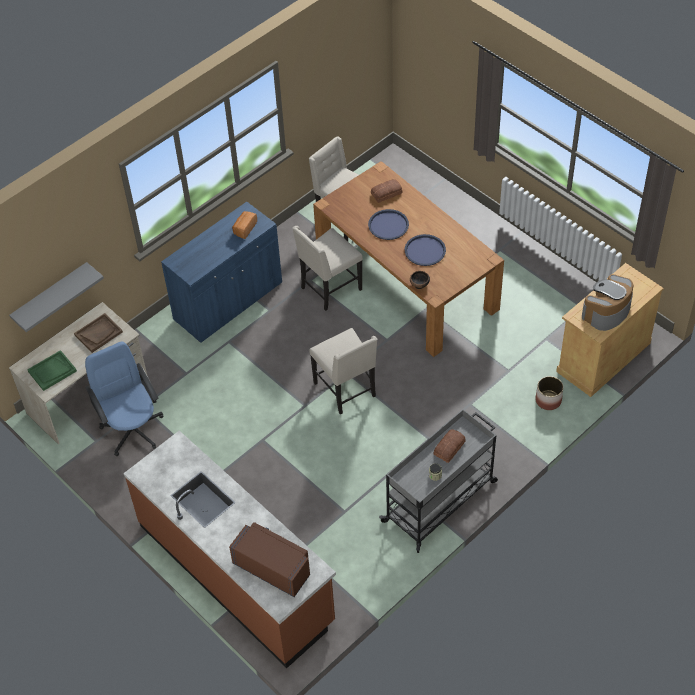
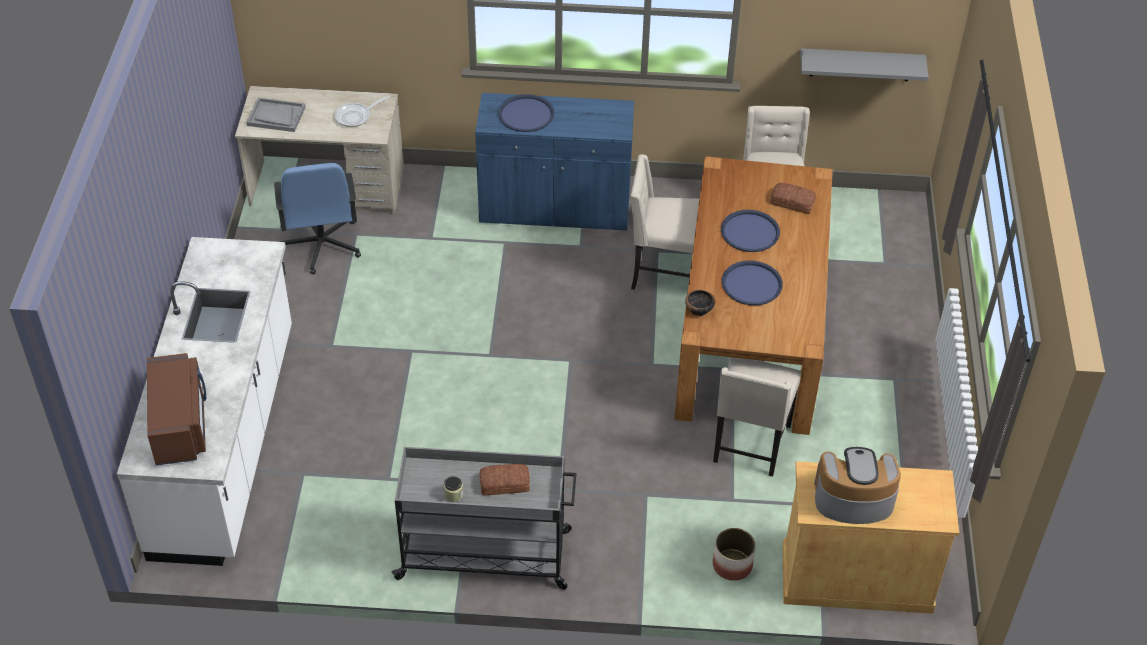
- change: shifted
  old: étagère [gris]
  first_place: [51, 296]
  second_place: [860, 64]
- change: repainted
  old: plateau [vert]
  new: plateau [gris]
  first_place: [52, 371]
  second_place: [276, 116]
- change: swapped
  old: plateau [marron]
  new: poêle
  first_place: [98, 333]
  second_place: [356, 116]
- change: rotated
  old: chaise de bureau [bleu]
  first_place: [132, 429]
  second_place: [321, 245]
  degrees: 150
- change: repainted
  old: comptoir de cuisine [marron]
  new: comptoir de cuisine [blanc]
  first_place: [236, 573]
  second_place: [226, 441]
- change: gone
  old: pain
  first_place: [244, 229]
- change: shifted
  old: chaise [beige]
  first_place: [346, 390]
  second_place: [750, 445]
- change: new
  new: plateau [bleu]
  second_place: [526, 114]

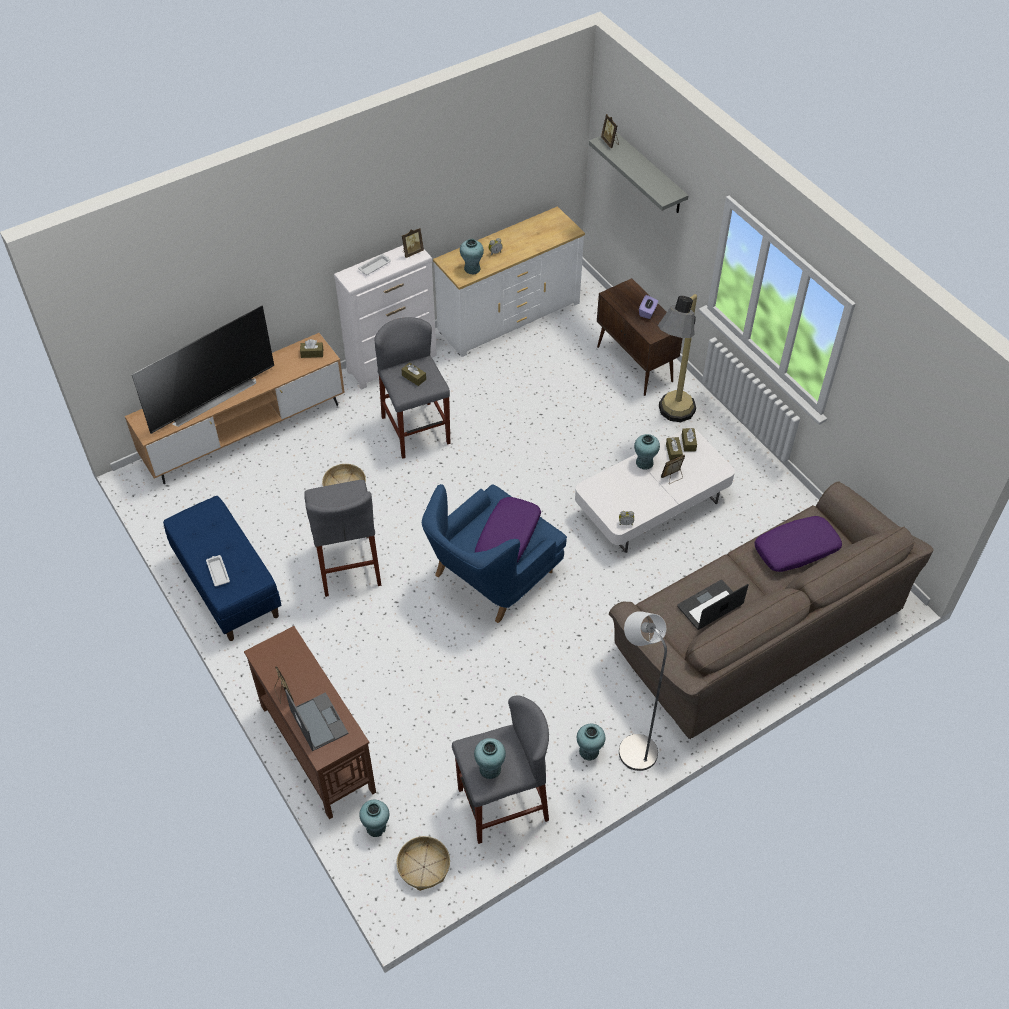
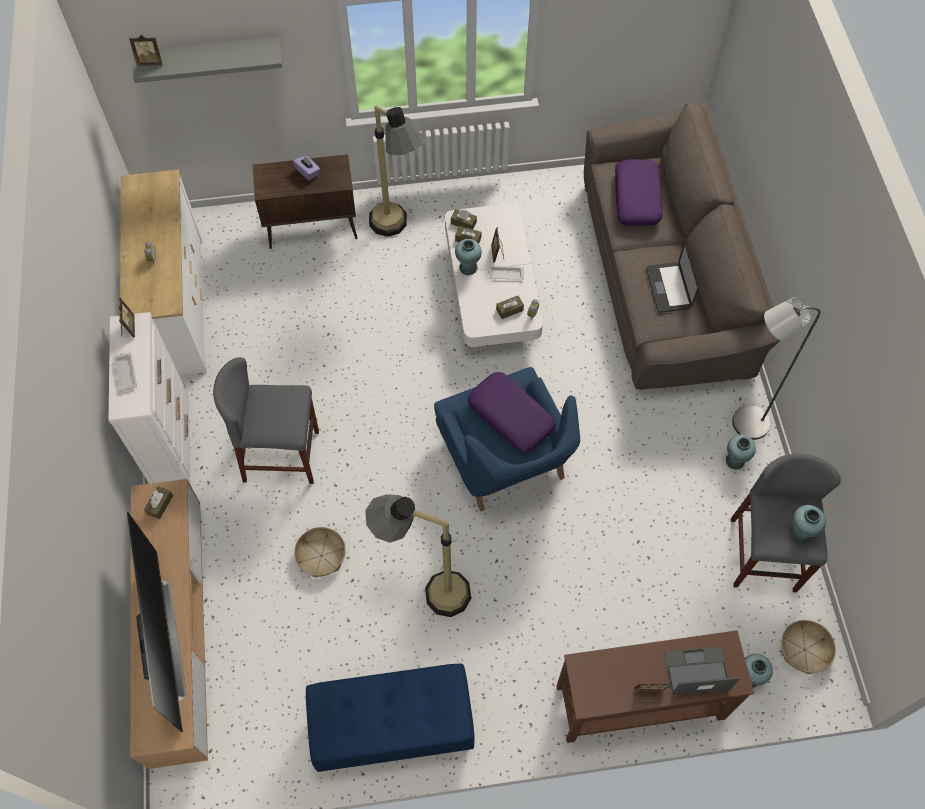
- change: shifted
  old: plateau [blanc]
  first_place: [218, 571]
  second_place: [505, 274]
- change: swapped
  old: tabouret [gris]
  new: lampadaire
  first_place: [347, 564]
  second_place: [426, 590]
- change: shifted
  old: boîte à mouchoirs [marron]
  first_place: [414, 377]
  second_place: [509, 310]
- change: gone
  old: vase [turquoise]
  first_place: [472, 269]

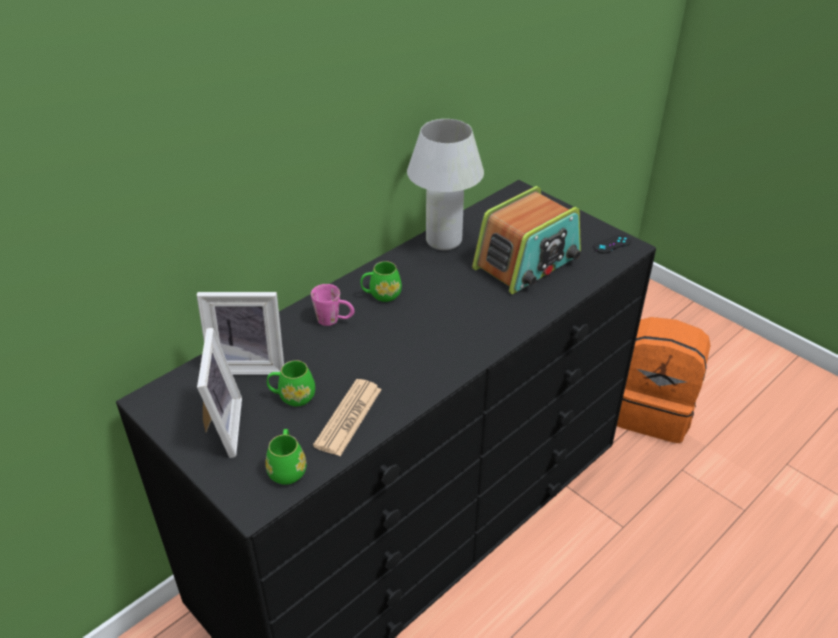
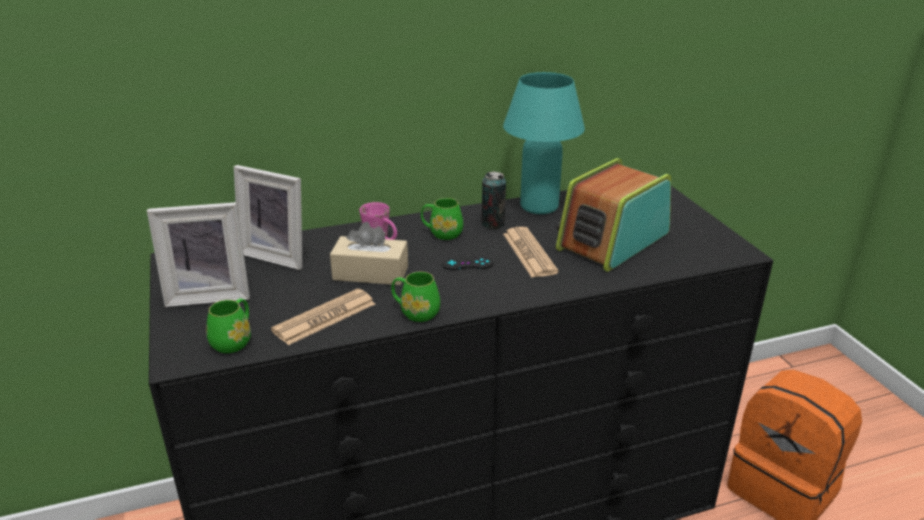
- change: rotated
  old: cadre photo
  first_place: [220, 428]
  second_place: [209, 294]
  degrees: 60
- change: shifted
  old: mug [vert]
  first_place: [292, 396]
  second_place: [415, 312]
- change: repainted
  old: lampe de table [blanc]
  new: lampe de table [turquoise]
  first_place: [443, 241]
  second_place: [539, 206]
- change: rotated
  old: radio
  first_place: [527, 262]
  second_place: [612, 241]
  degrees: 150
- change: shifted
  old: manette [noir]
  first_place: [612, 244]
  second_place: [467, 263]
- change: new
  new: boîte à mouchoirs [beige]
  second_place: [370, 273]
- change: new
  new: boîte métallique
  second_place: [493, 223]
- change: new
  new: journal
  second_place: [529, 253]

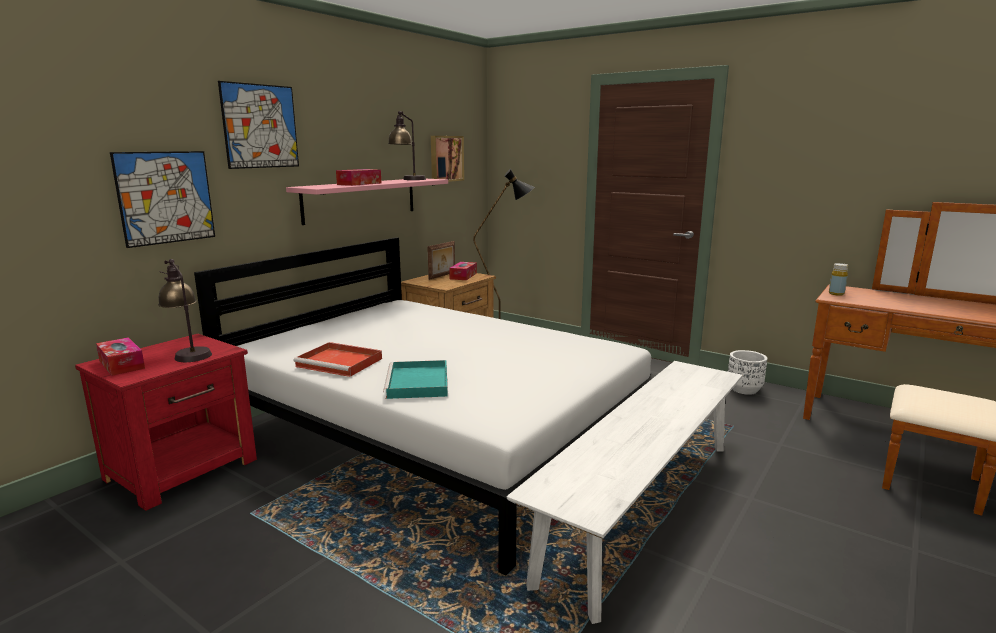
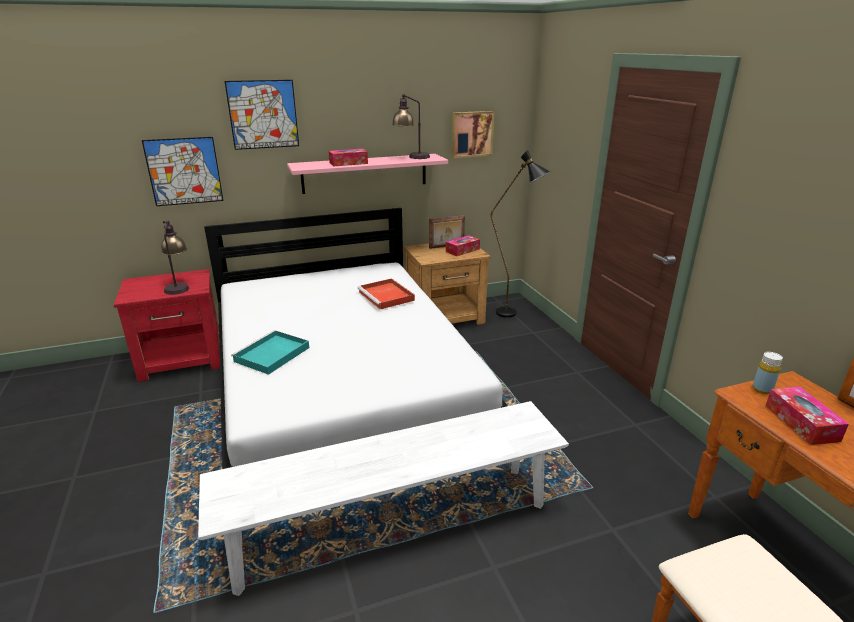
- change: shifted
  old: boîte à mouchoirs
  first_place: [121, 364]
  second_place: [801, 423]
- change: shifted
  old: plateau [rouge]
  first_place: [341, 362]
  second_place: [387, 296]
- change: gone
  old: cache-pot [blanc]
  first_place: [744, 390]

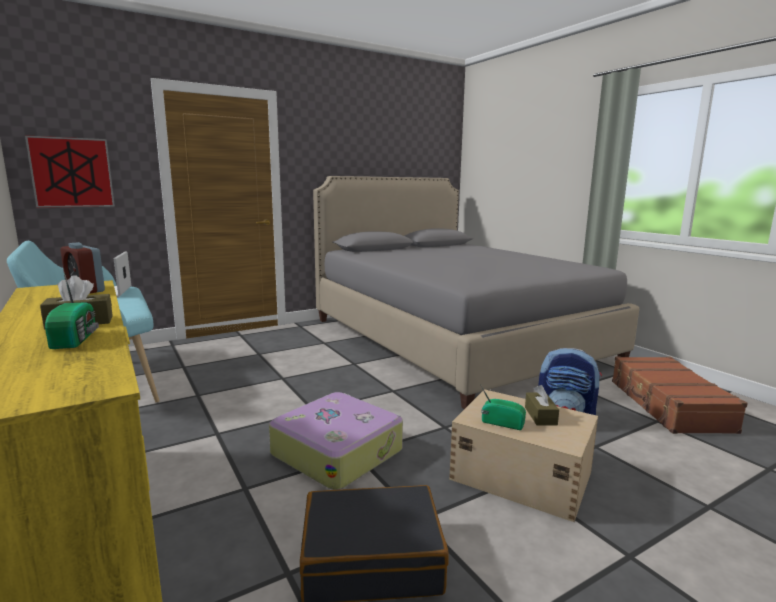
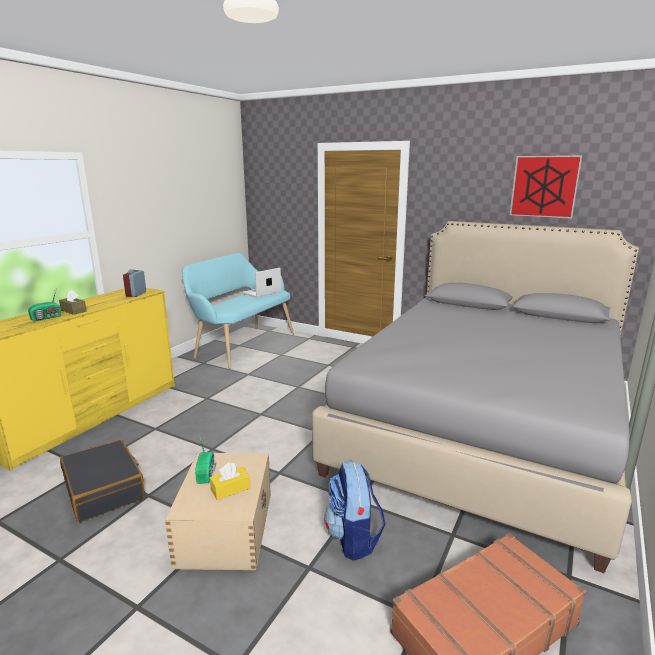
- change: shifted
  old: tableau
  first_place: [72, 172]
  second_place: [544, 186]
- change: gone
  old: valise
  first_place: [337, 452]
- change: repainted
  old: boîte à mouchoirs [marron]
  new: boîte à mouchoirs [jaune]
  first_place: [540, 416]
  second_place: [230, 489]

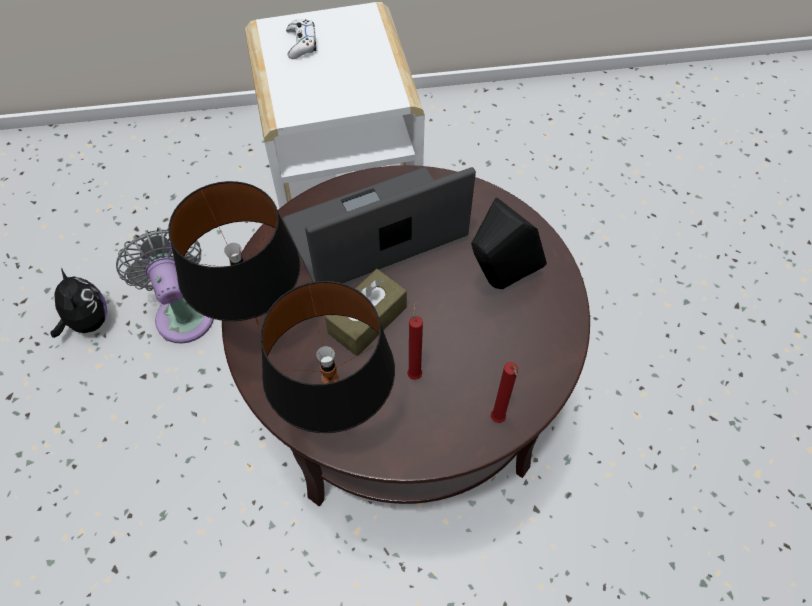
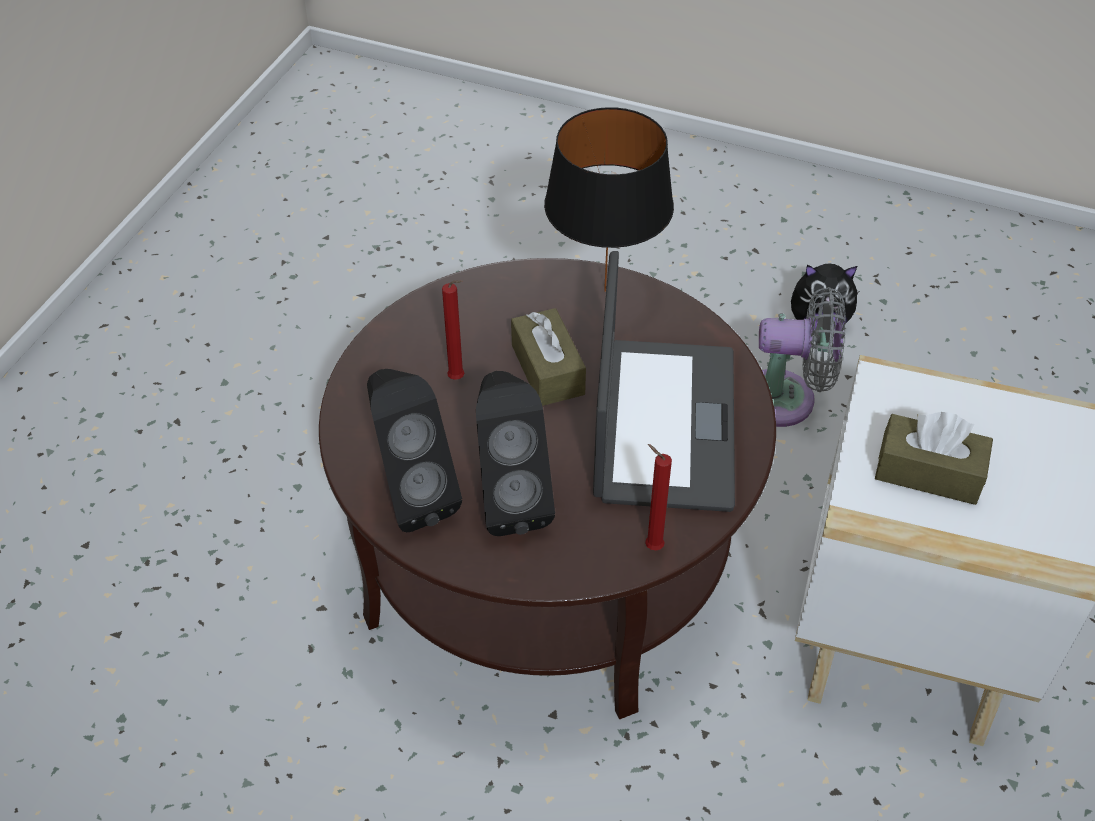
- change: gone
  old: lampe de table [noir]
  first_place: [336, 417]
- change: gone
  old: manette [blanc]
  first_place: [301, 44]
- change: shifted
  old: bougie [rouge]
  first_place: [498, 420]
  second_place: [651, 546]
- change: new
  new: enceinte [noir]
  second_place: [412, 495]
- change: new
  new: boîte à mouchoirs [marron]
  second_place: [928, 472]

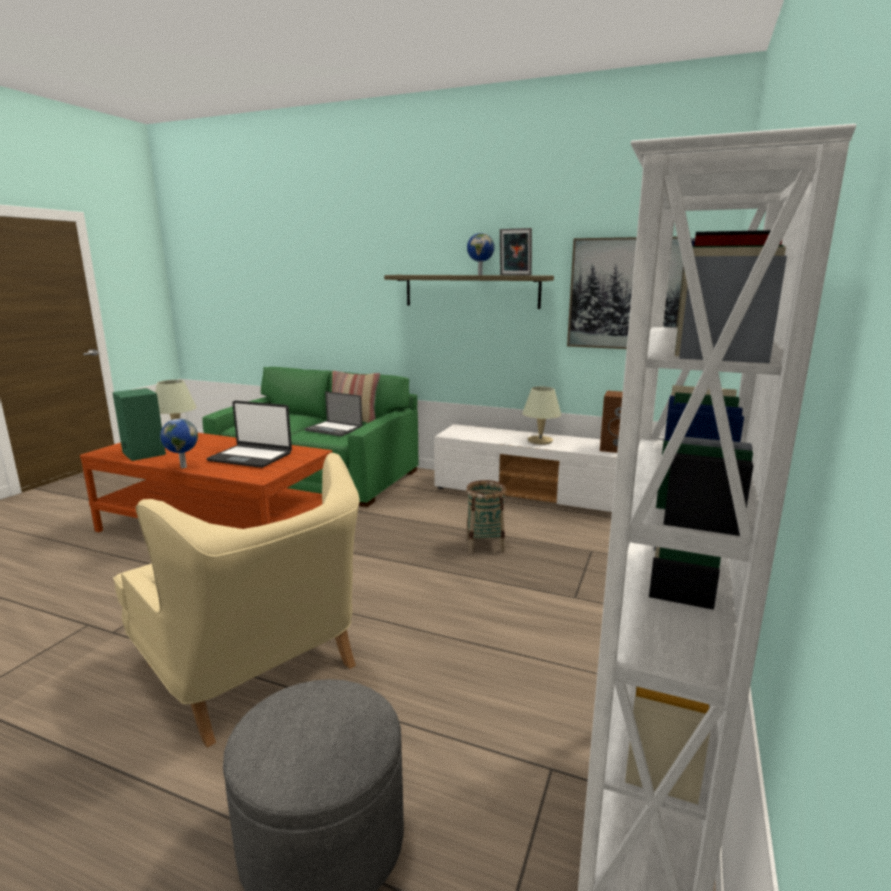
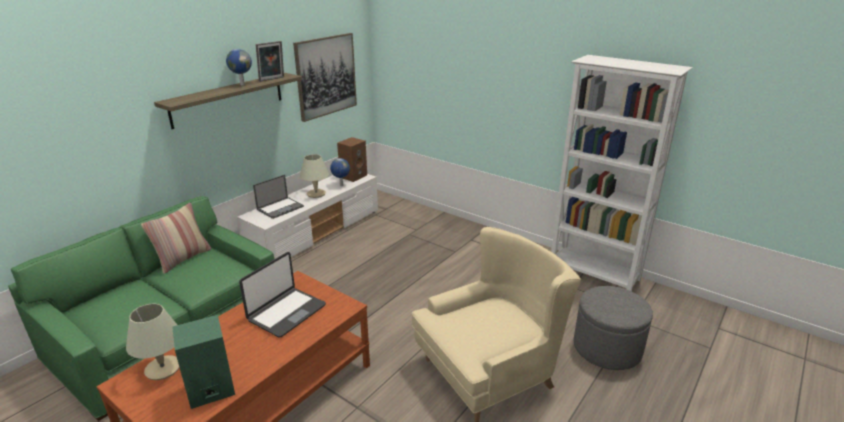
- change: shifted
  old: globe
  first_place: [182, 467]
  second_place: [341, 185]
- change: shifted
  old: ordinateur portable
  first_place: [334, 429]
  second_place: [280, 208]
- change: gone
  old: panier
  first_place: [484, 545]

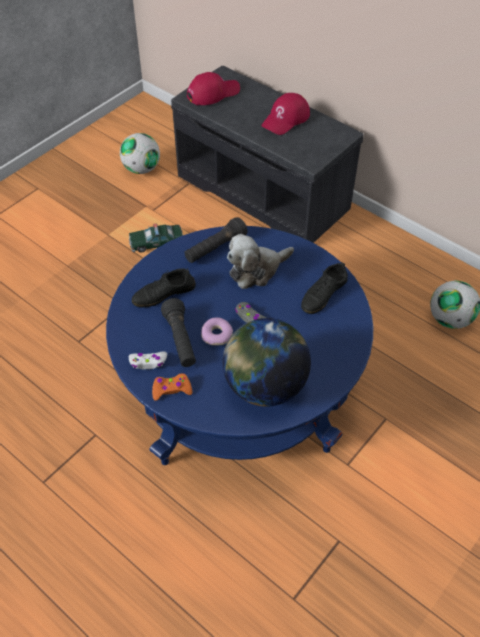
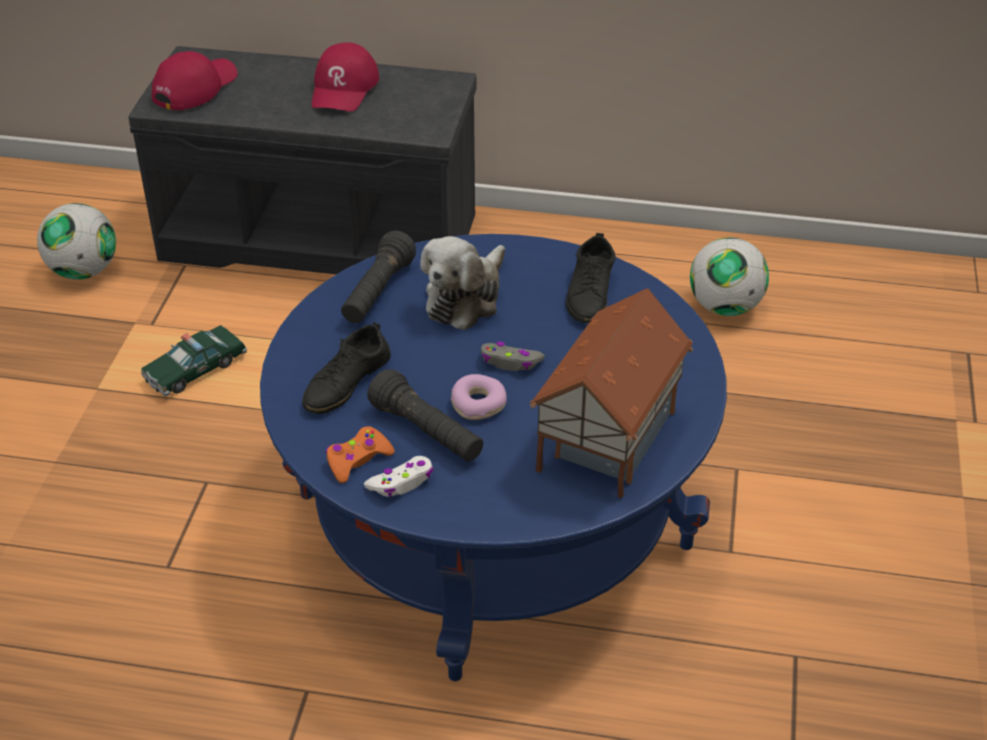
- change: shifted
  old: manette [orange]
  first_place: [171, 389]
  second_place: [357, 460]
- change: swapped
  old: globe
  new: maison miniature
  first_place: [264, 386]
  second_place: [605, 440]

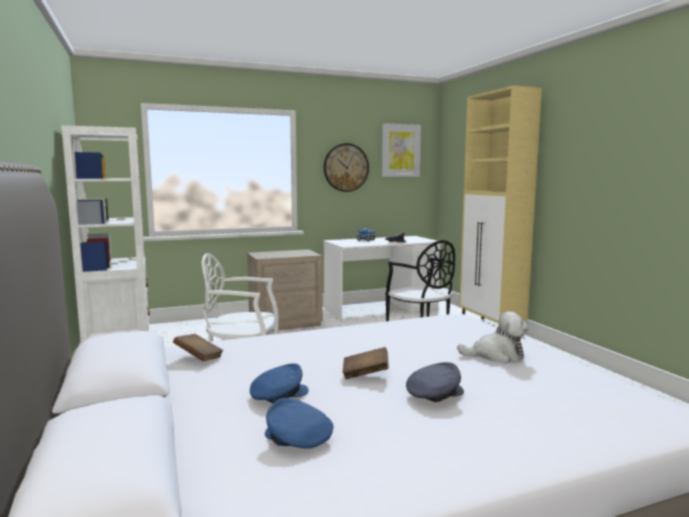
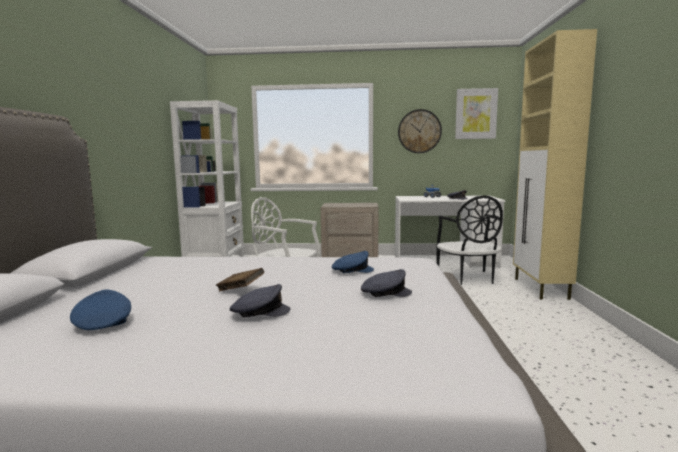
- change: gone
  old: livre [marron]
  first_place: [198, 358]
- change: shifted
  old: casquette [bleu]
  first_place: [278, 395]
  second_place: [351, 270]
- change: swapped
  old: peluche
  new: casquette [gris]
  first_place: [496, 355]
  second_place: [384, 293]

